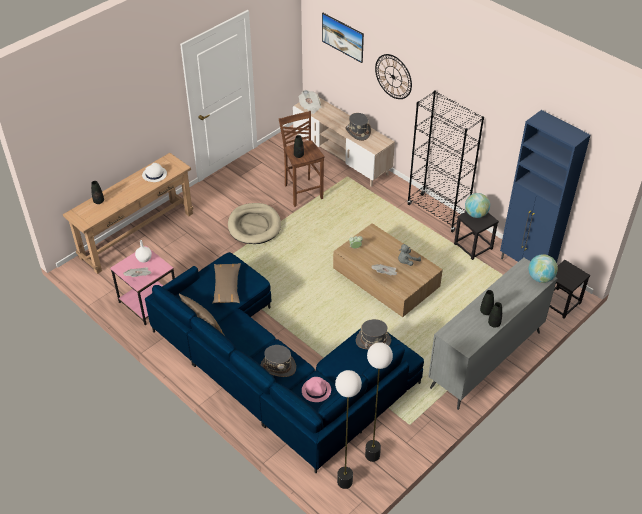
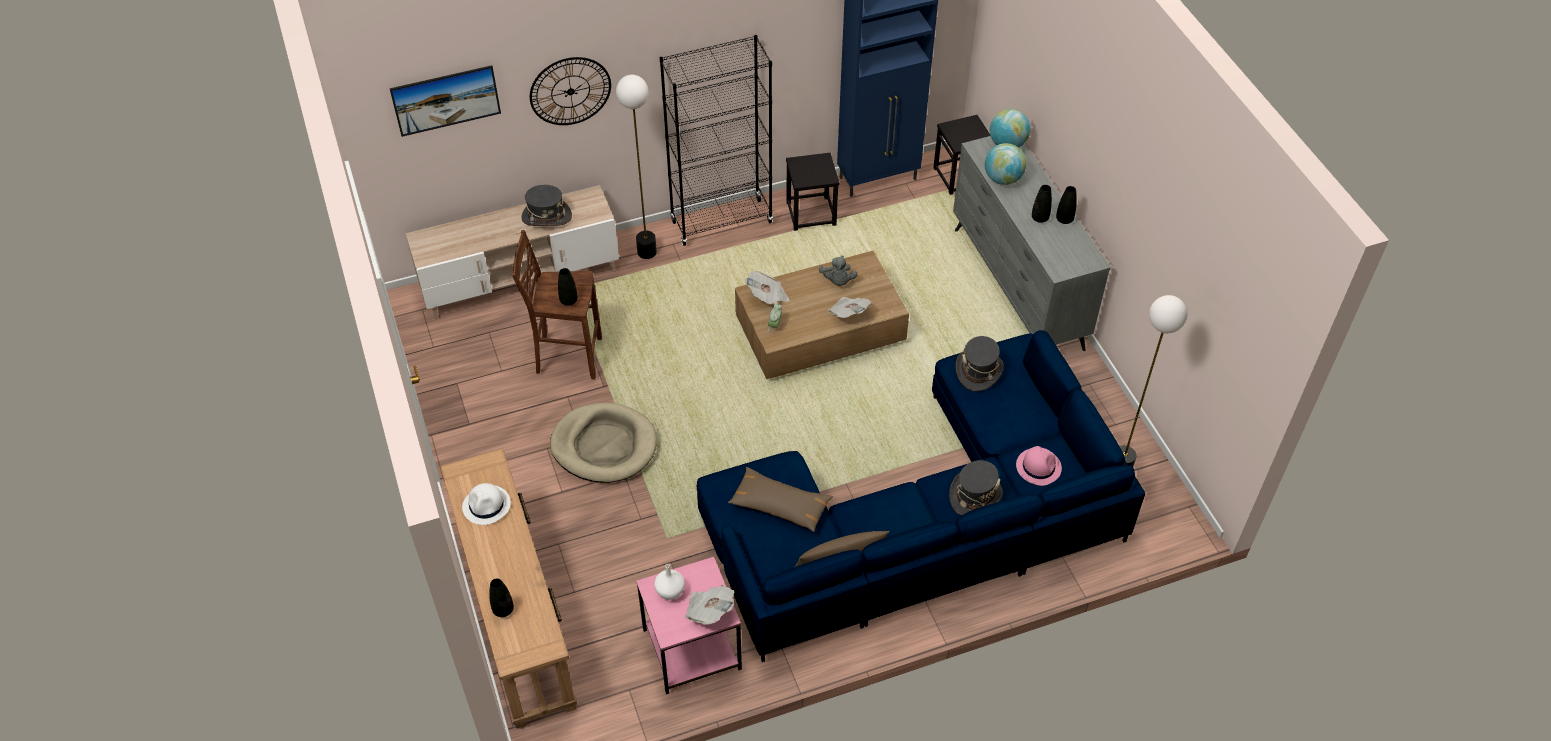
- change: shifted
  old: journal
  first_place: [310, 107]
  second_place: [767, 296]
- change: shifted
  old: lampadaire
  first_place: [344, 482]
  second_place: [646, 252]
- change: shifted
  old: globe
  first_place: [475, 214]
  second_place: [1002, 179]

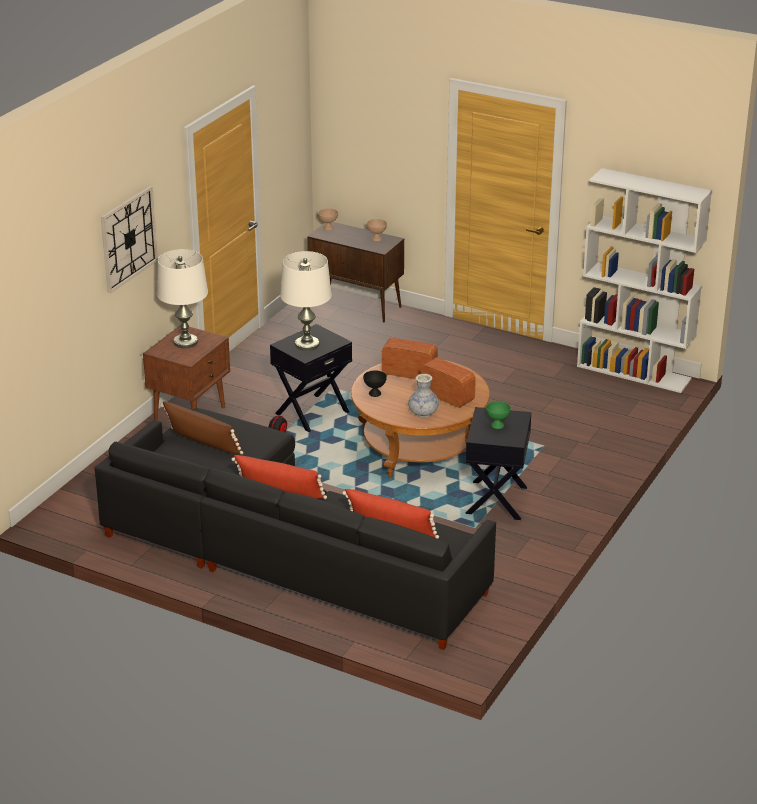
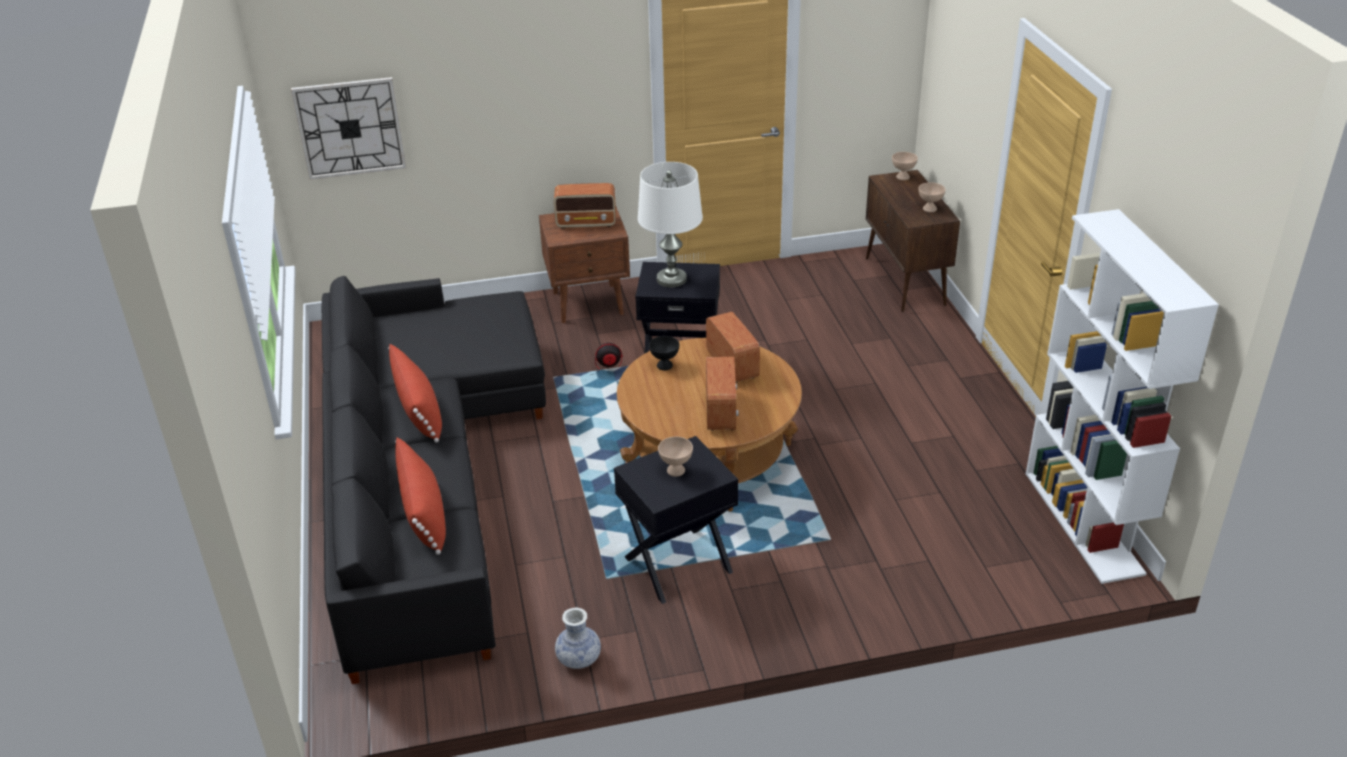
- change: shifted
  old: horloge murale
  first_place: [128, 238]
  second_place: [350, 128]
- change: swapped
  old: lampe de table [blanc]
  new: radio
  first_place: [185, 342]
  second_place: [587, 223]
- change: gone
  old: coussin [marron]
  first_place: [204, 443]
- change: shifted
  old: vase
  first_place: [423, 413]
  second_place: [579, 659]
- change: repainted
  old: bol [vert]
  new: bol [beige]
  first_place: [498, 425]
  second_place: [676, 471]

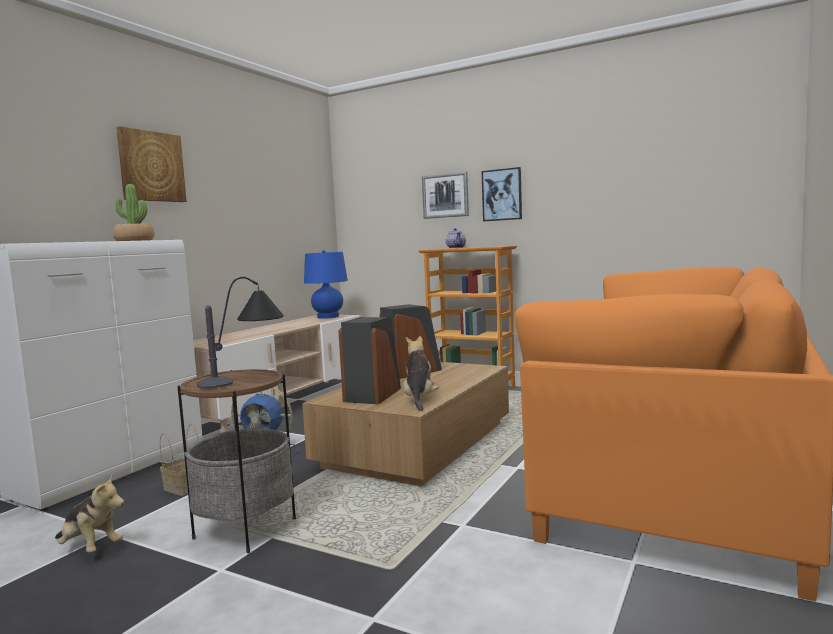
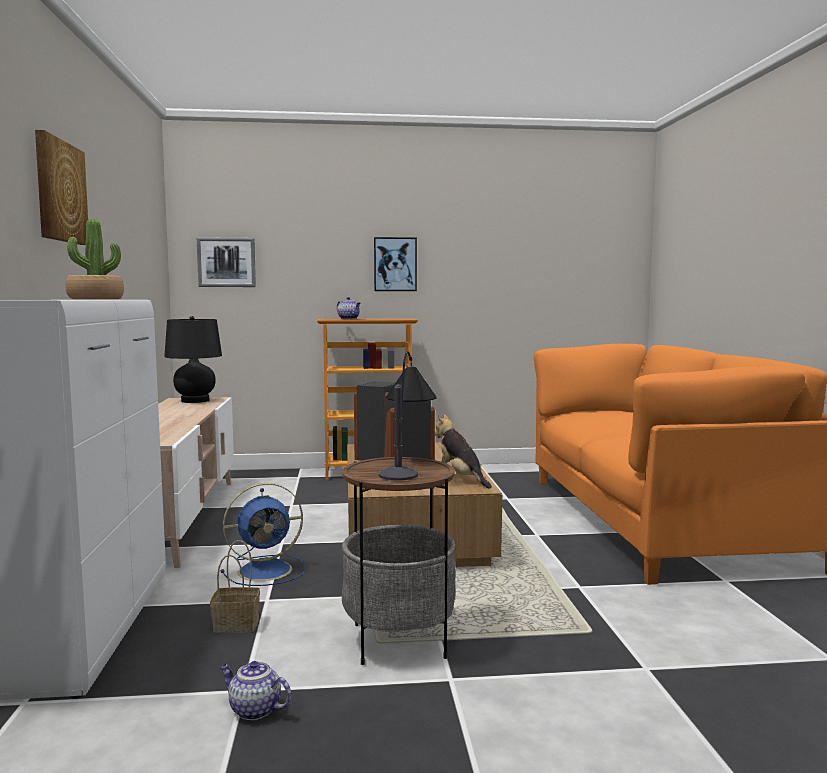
- change: swapped
  old: peluche
  new: théière
  first_place: [90, 548]
  second_place: [254, 709]
- change: repainted
  old: lampe de table [bleu]
  new: lampe de table [noir]
  first_place: [328, 317]
  second_place: [195, 401]
- change: shifted
  old: tableau
  first_place: [445, 195]
  second_place: [226, 262]

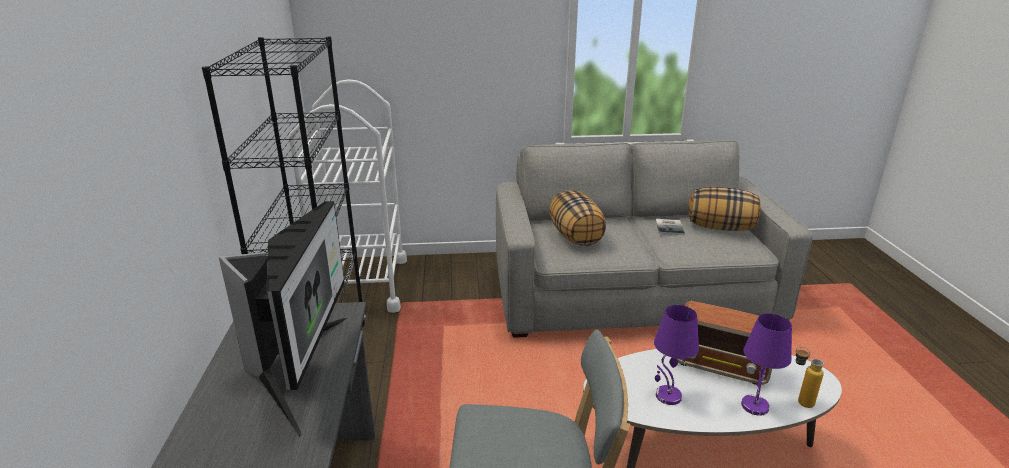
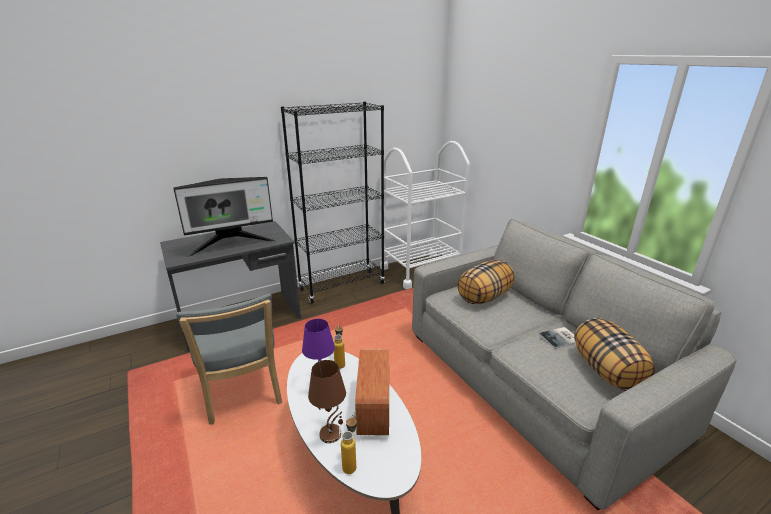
- change: repainted
  old: lampe de table [violet]
  new: lampe de table [marron]
  first_place: [754, 405]
  second_place: [331, 434]
- change: new
  new: bouteille
  second_place: [340, 362]

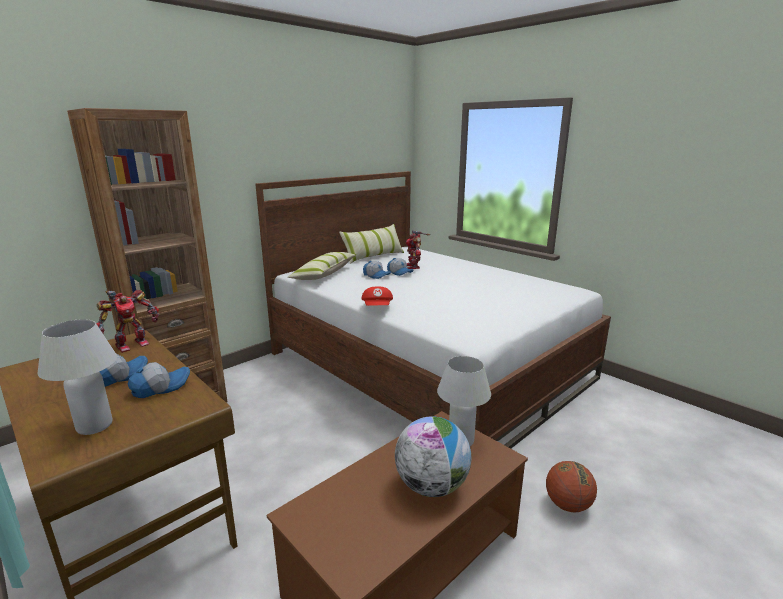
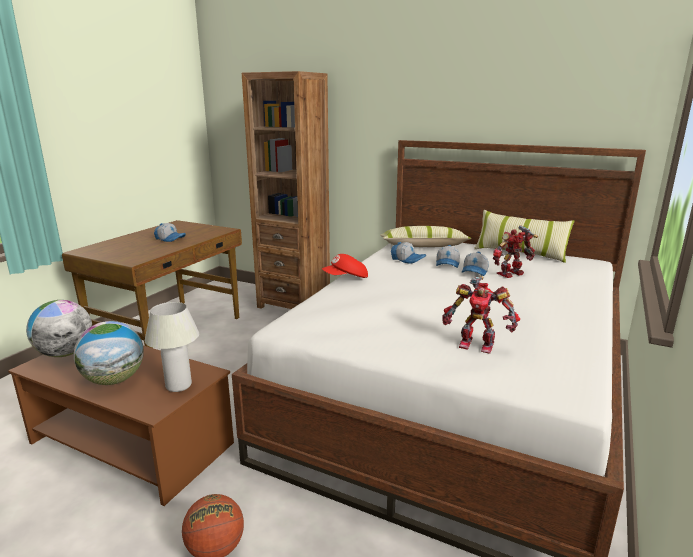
- change: gone
  old: lampe de table [blanc]
  first_place: [94, 426]
- change: shifted
  old: robot jouet
  first_place: [131, 344]
  second_place: [476, 344]
- change: shifted
  old: casquette
  first_place: [160, 387]
  second_place: [407, 260]
- change: new
  new: globe
  second_place: [65, 353]

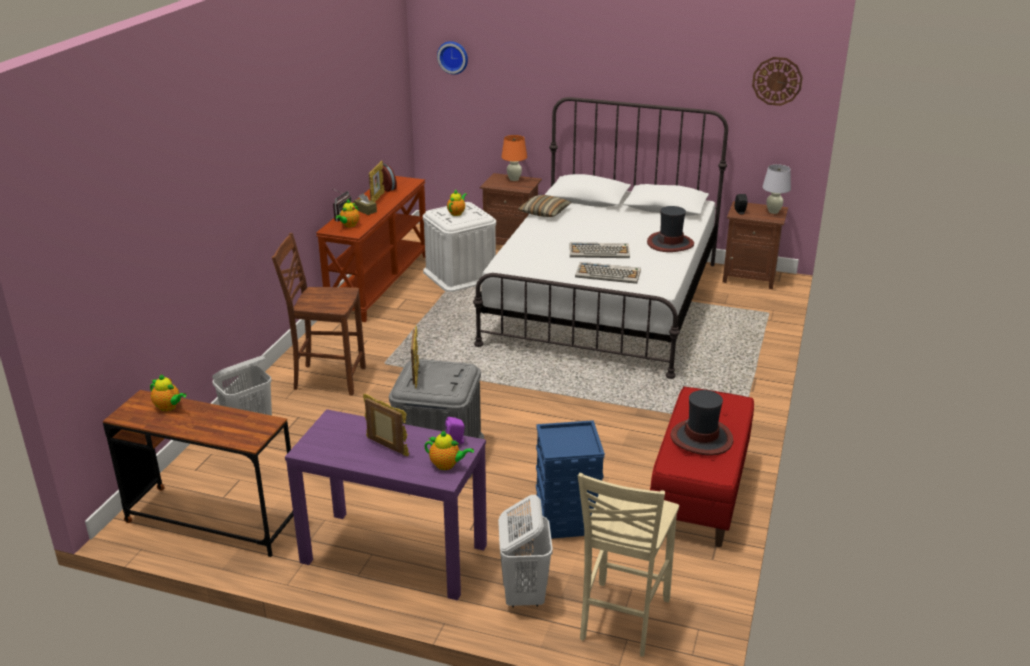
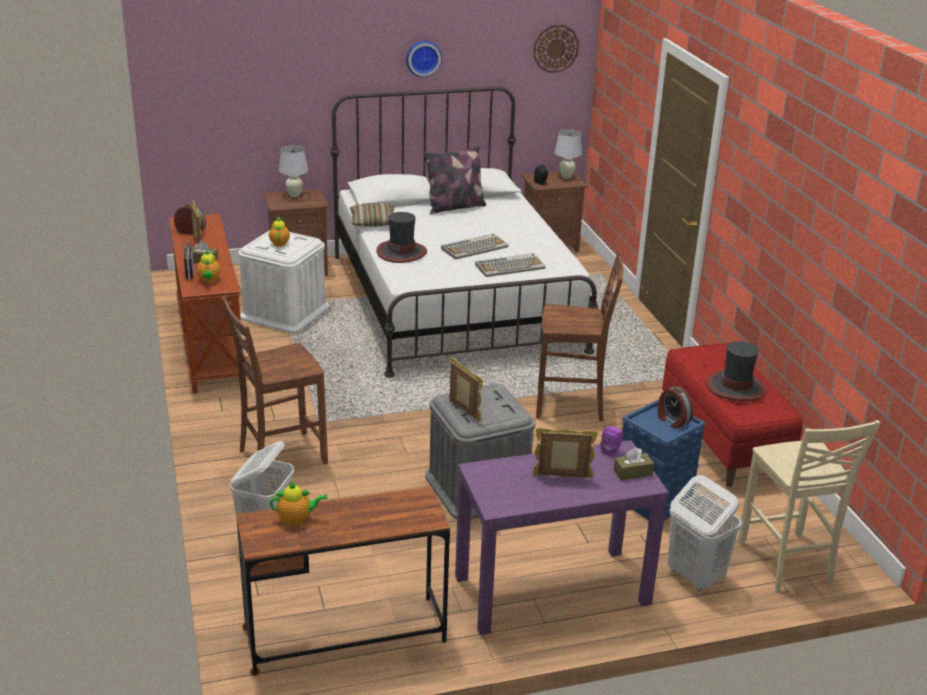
- change: swapped
  old: théière
  new: boîte à mouchoirs [marron]
  first_place: [447, 465]
  second_place: [632, 473]
- change: shifted
  old: horloge murale
  first_place: [453, 57]
  second_place: [423, 58]
- change: repainted
  old: lampe de table [orange]
  new: lampe de table [blanc]
  first_place: [514, 179]
  second_place: [294, 195]
- change: shifted
  old: chapeau
  first_place: [670, 243]
  second_place: [401, 252]
- change: new
  new: coussin
  second_place: [455, 207]
- change: new
  new: chaise [marron]
  second_place: [571, 406]
- change: new
  new: réveil
  second_place: [672, 421]

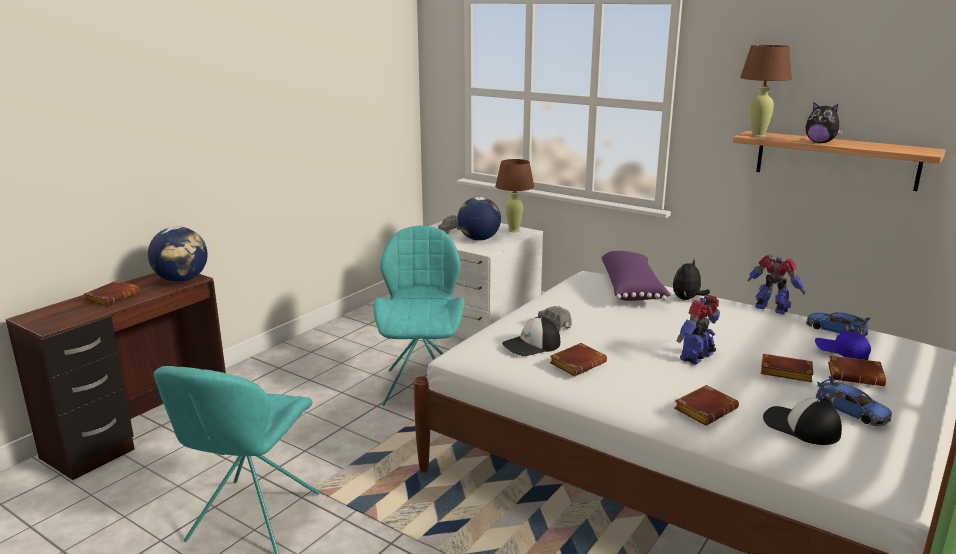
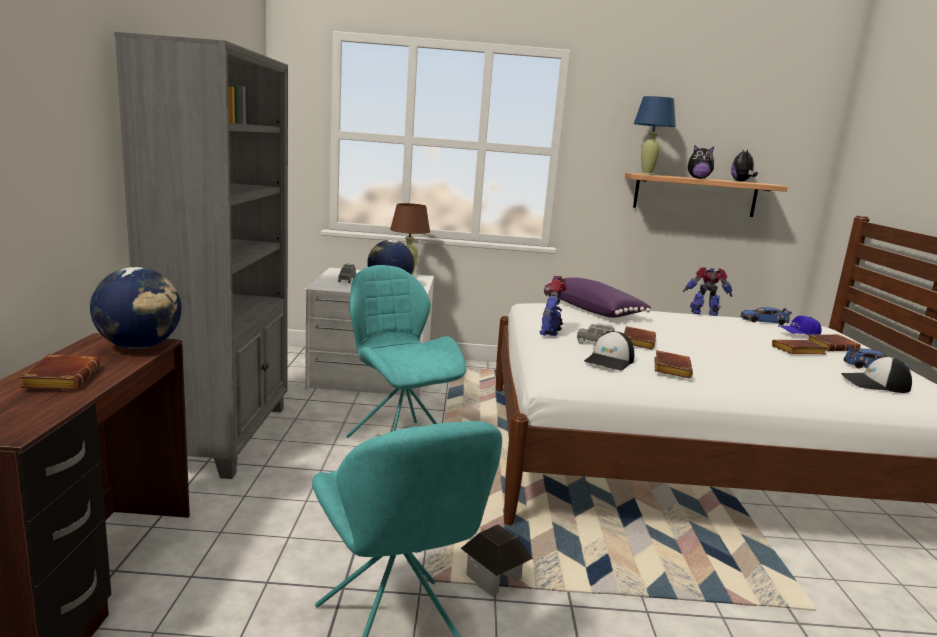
- change: shifted
  old: peluche
  first_place: [687, 299]
  second_place: [741, 181]
- change: shifted
  old: livre [marron]
  first_place: [705, 409]
  second_place: [636, 341]
- change: shifted
  old: robot jouet
  first_place: [697, 357]
  second_place: [550, 332]
- change: repainted
  old: lampe de table [marron]
  new: lampe de table [bleu]
  first_place: [758, 136]
  second_place: [647, 174]
- change: new
  new: bibliothèque [gris]
  second_place: [224, 436]
- change: new
  new: maison miniature
  second_place: [493, 578]

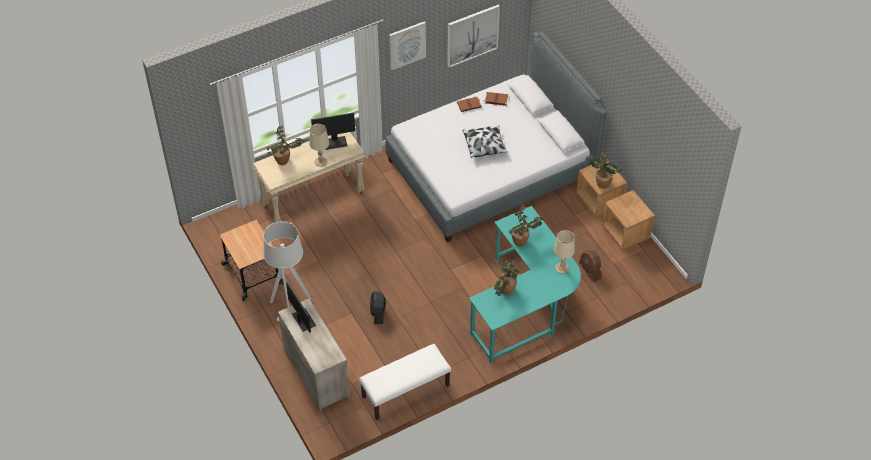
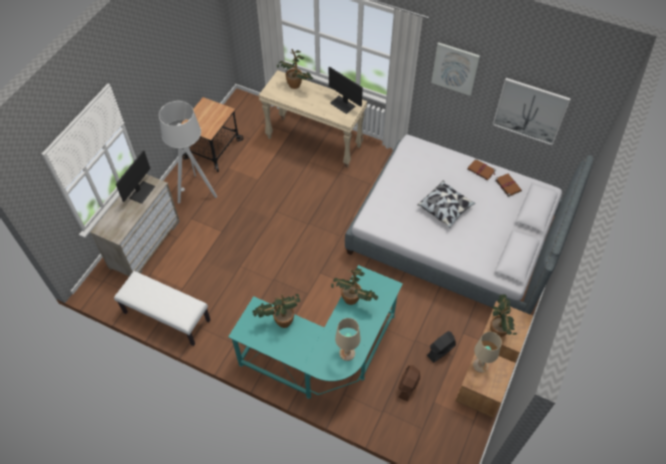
- change: shifted
  old: lampe de table [beige]
  first_place: [320, 162]
  second_place: [480, 365]
- change: shifted
  old: ventilateur [noir]
  first_place: [378, 313]
  second_place: [440, 350]

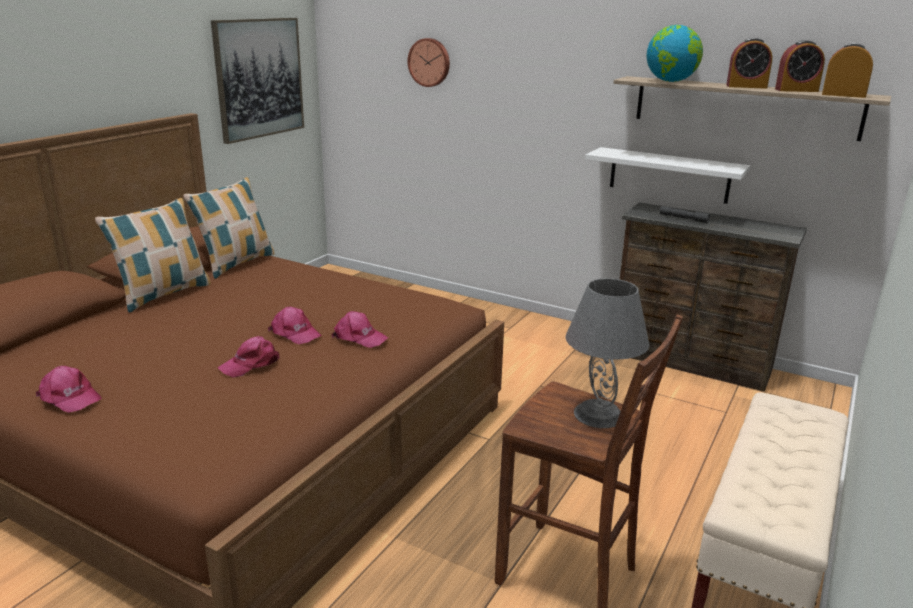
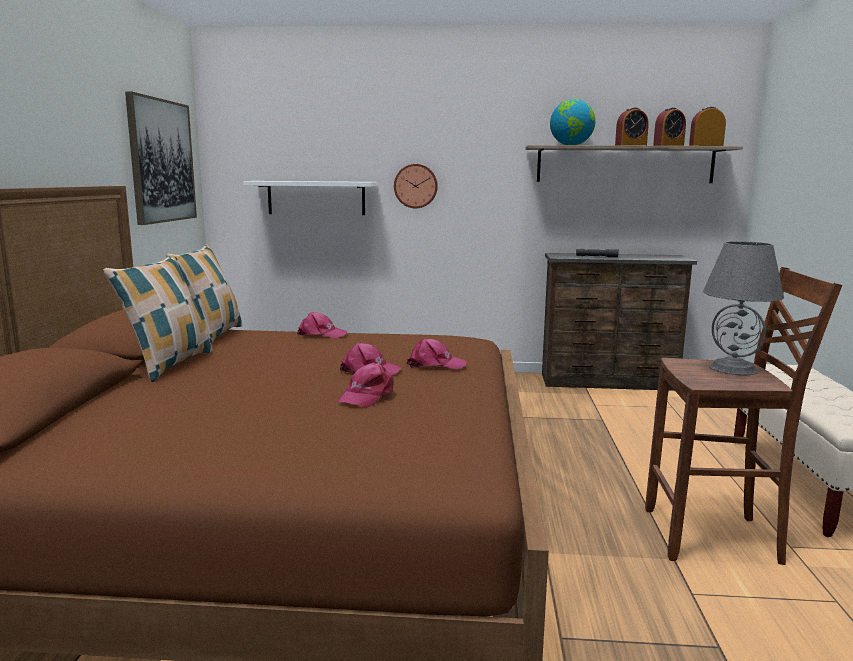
- change: shifted
  old: casquette [rose]
  first_place: [69, 397]
  second_place: [321, 334]
- change: shifted
  old: horloge murale
  first_place: [429, 62]
  second_place: [415, 186]
- change: shifted
  old: étagère [blanc]
  first_place: [669, 175]
  second_place: [316, 198]

